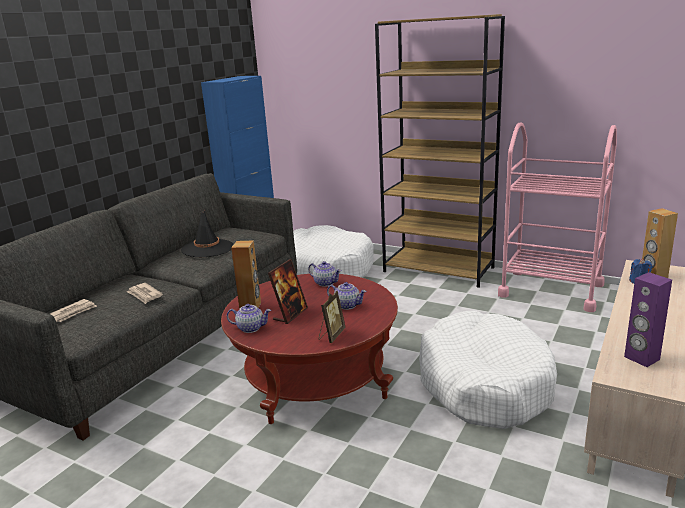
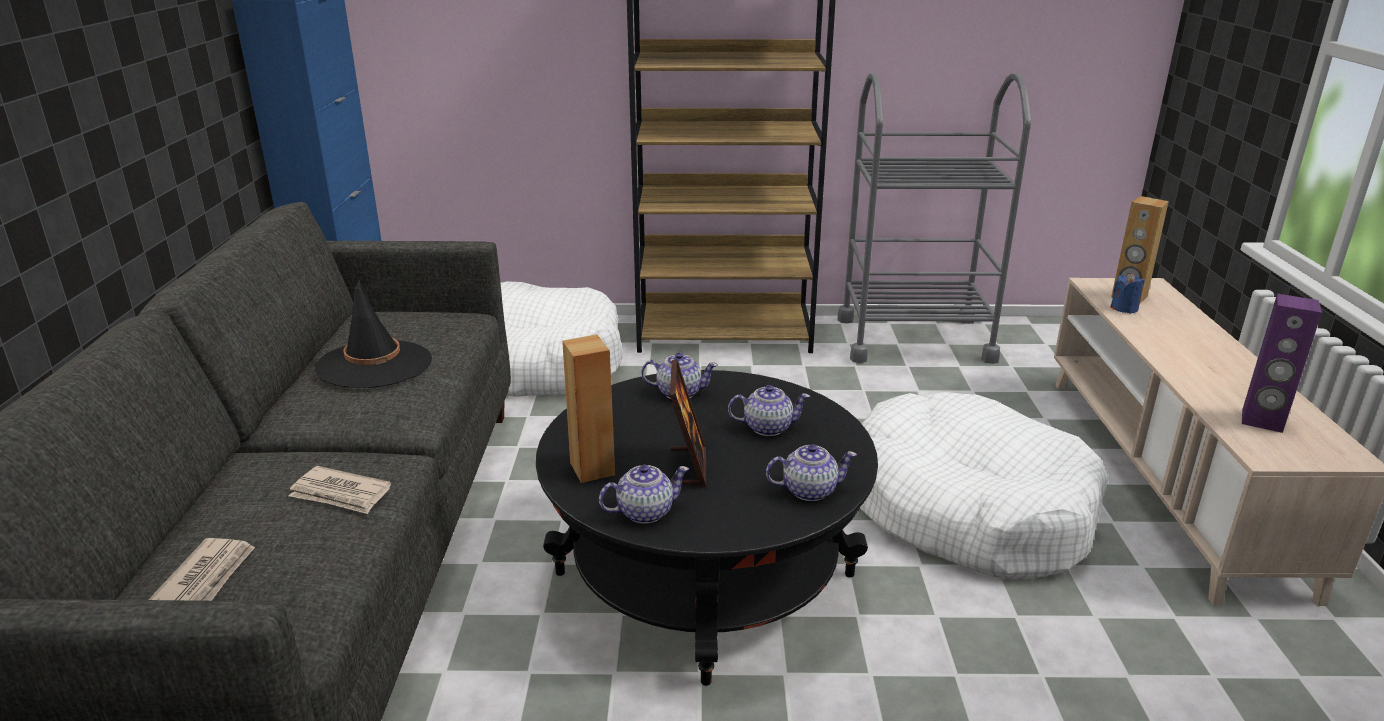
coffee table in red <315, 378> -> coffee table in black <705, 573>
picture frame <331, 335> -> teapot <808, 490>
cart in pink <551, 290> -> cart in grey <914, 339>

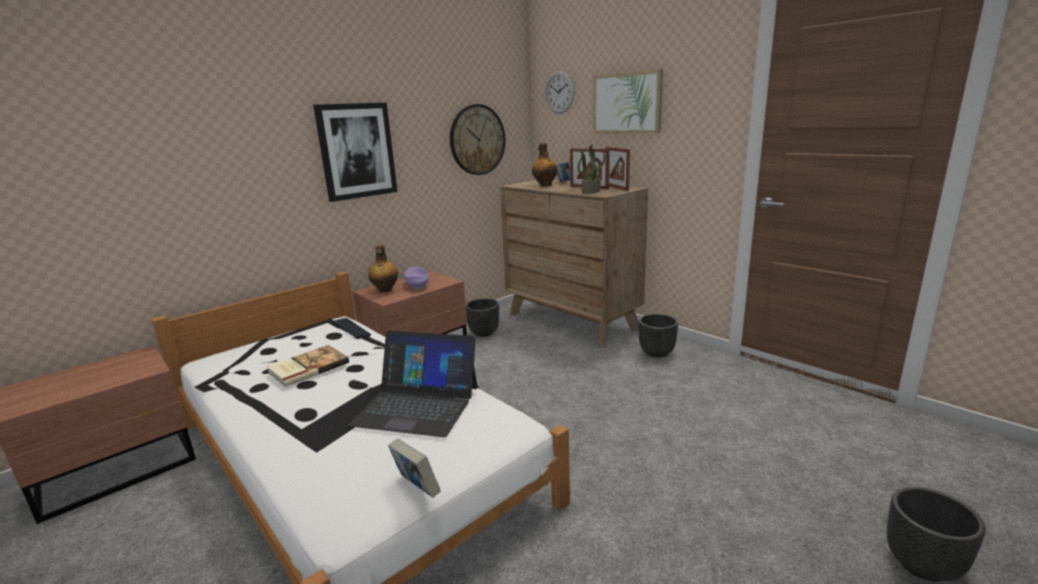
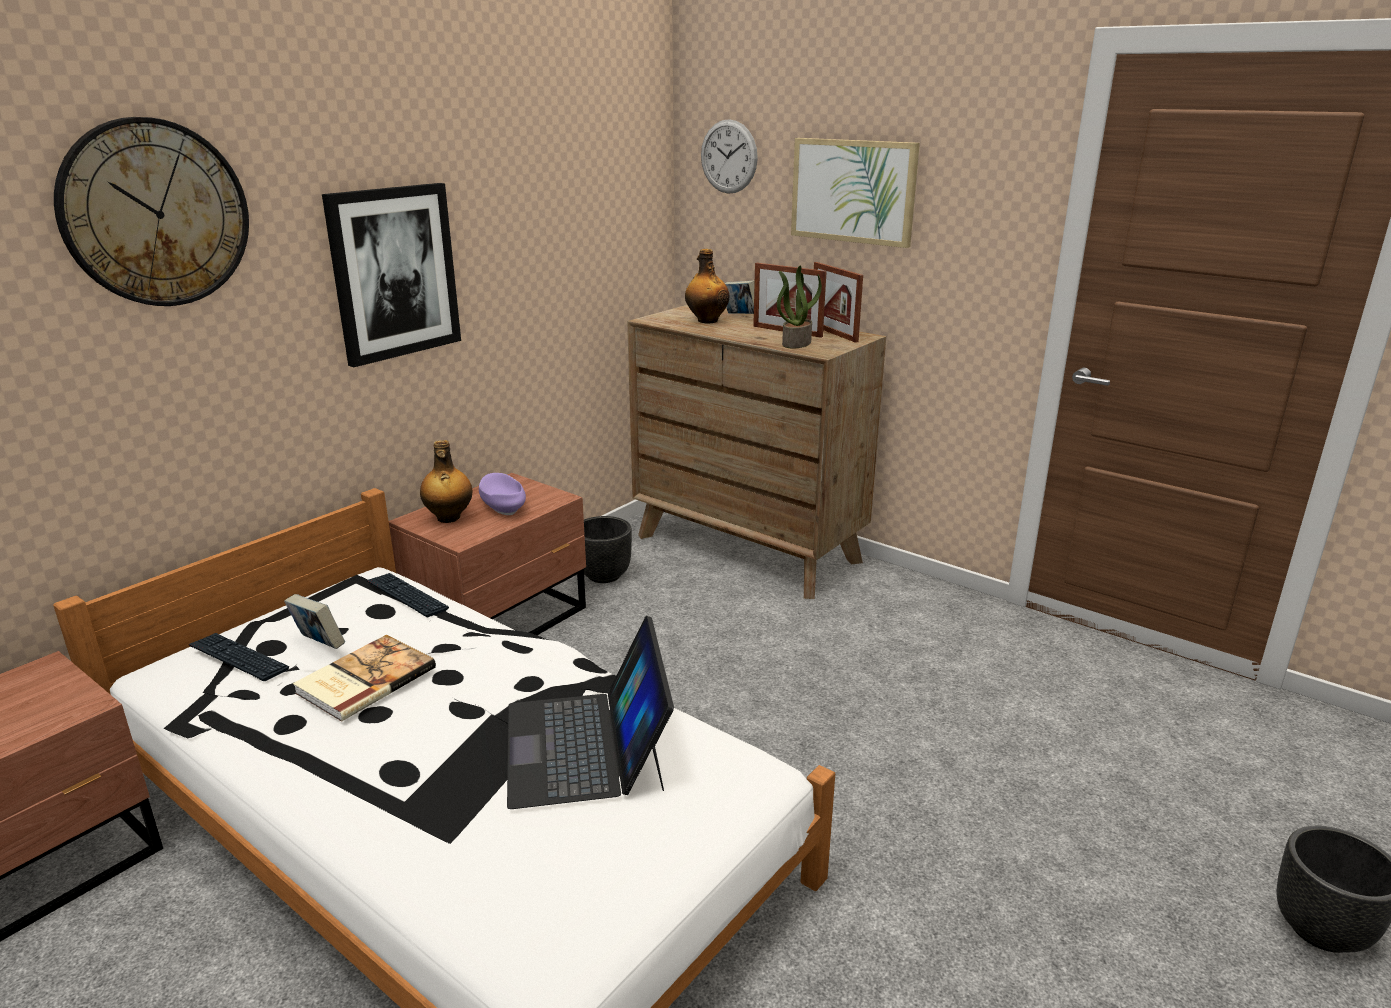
wall clock <477, 140> -> wall clock <156, 213>, move
none -> keyboard <238, 658>
book <416, 488> -> book <319, 645>, move
laptop <417, 405> -> laptop <586, 745>, 75 degrees clockwise
planter in black <657, 352> -> none

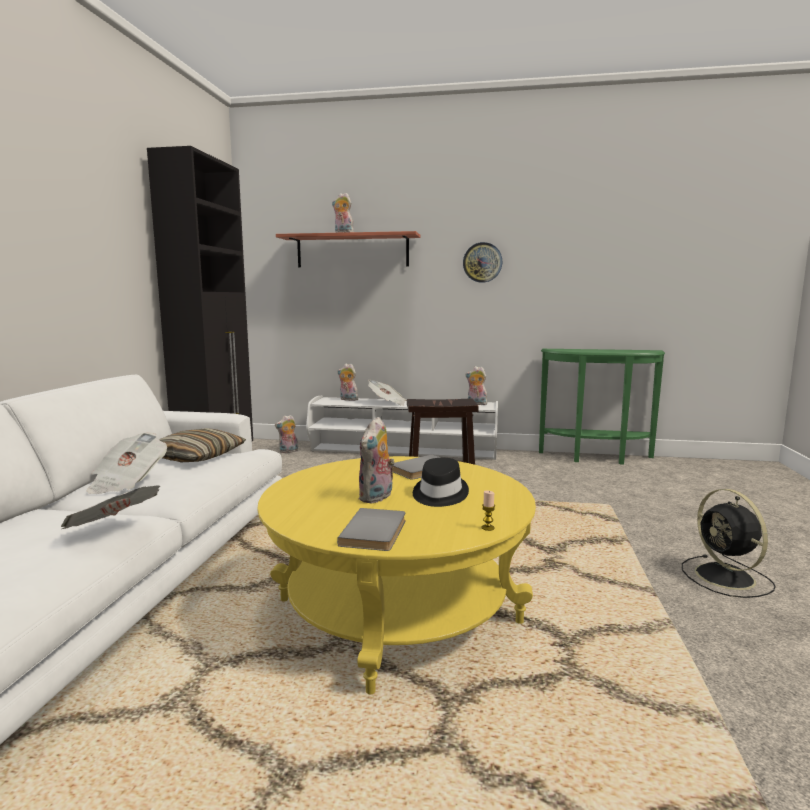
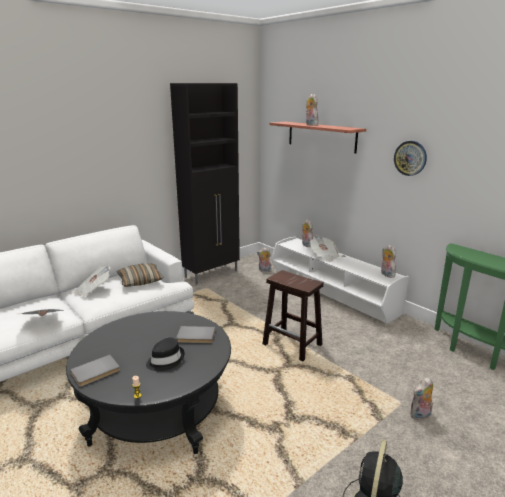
coffee table in yellow <397, 611> -> coffee table in black <157, 410>
plush toy <377, 497> -> plush toy <420, 416>, move

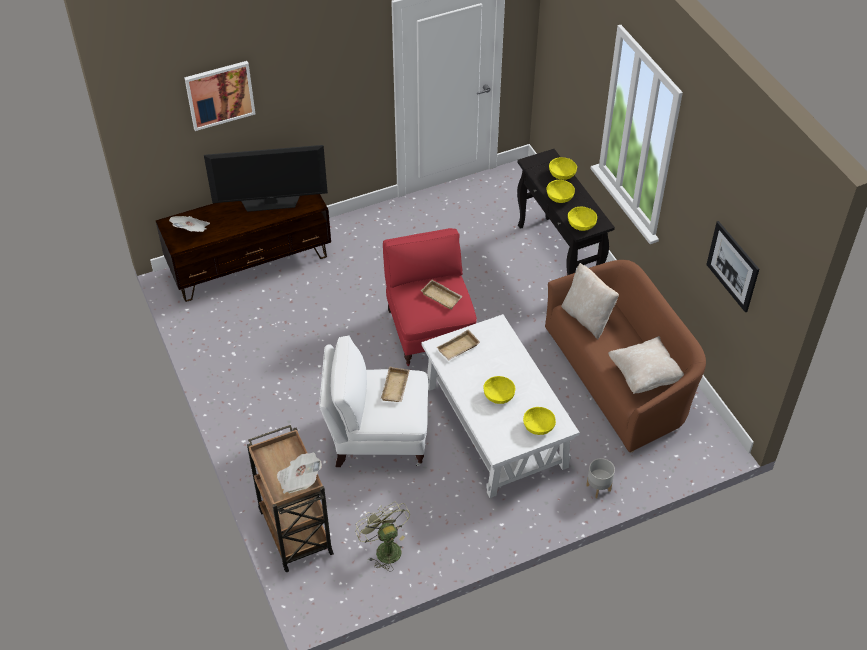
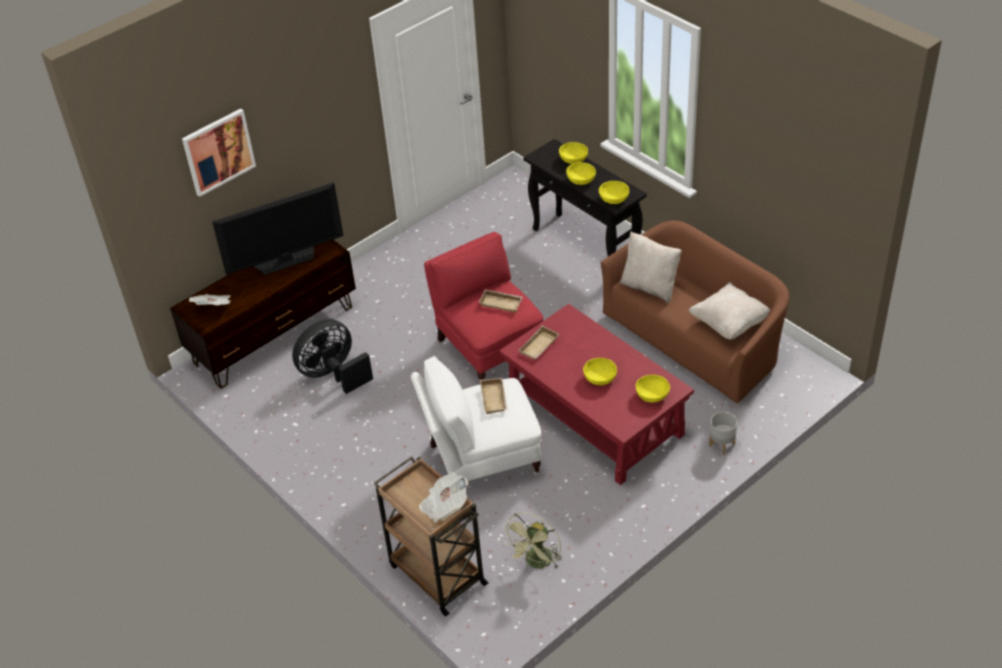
none -> fan in black <333, 374>
coffee table in white <496, 426> -> coffee table in red <596, 417>
fan in green <384, 548> -> fan in green <537, 563>, 105 degrees counterclockwise
picture <733, 266> -> none

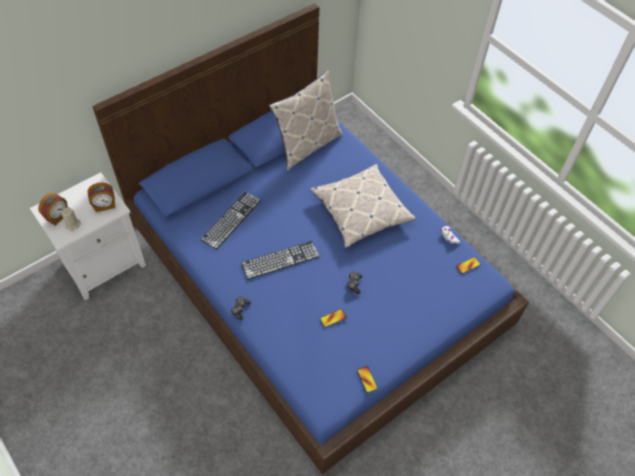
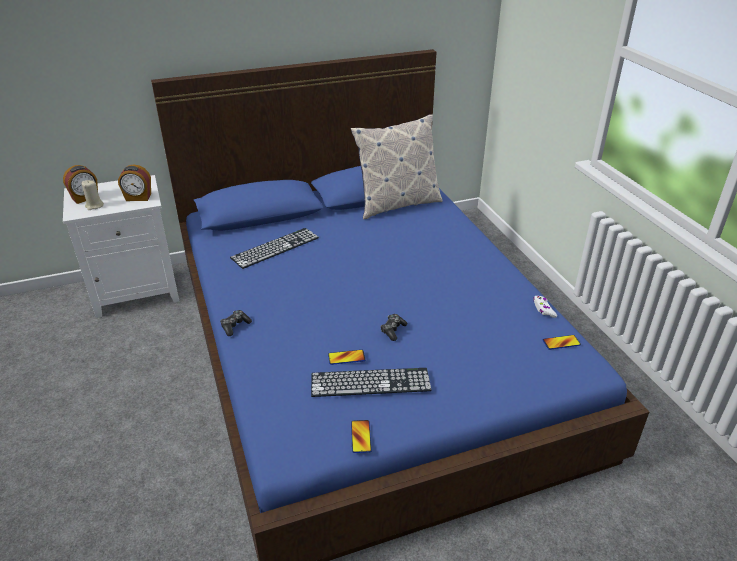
keyboard <280, 260> -> keyboard <370, 382>, move
pillow <361, 210> -> none

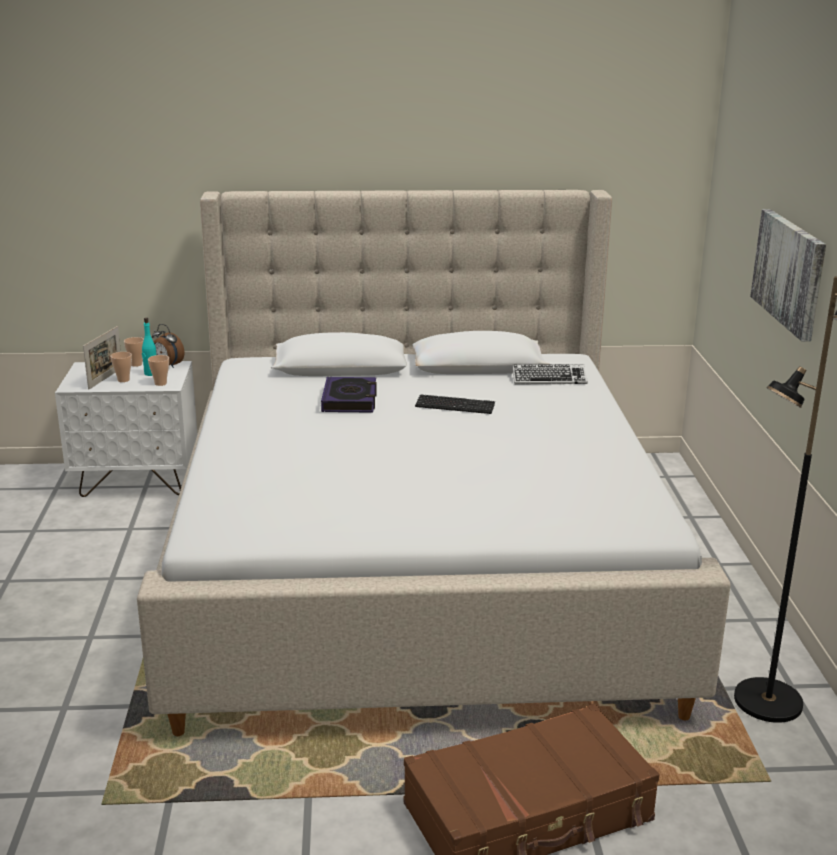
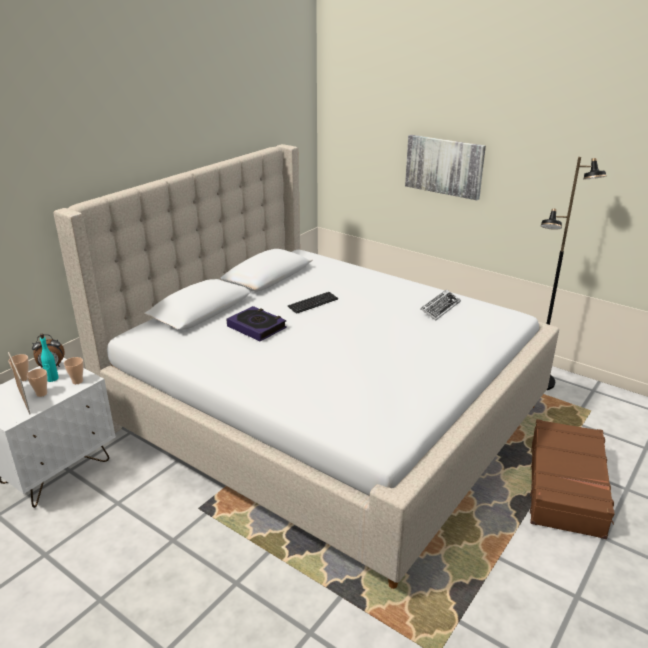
keyboard <549, 379> -> keyboard <440, 308>, move

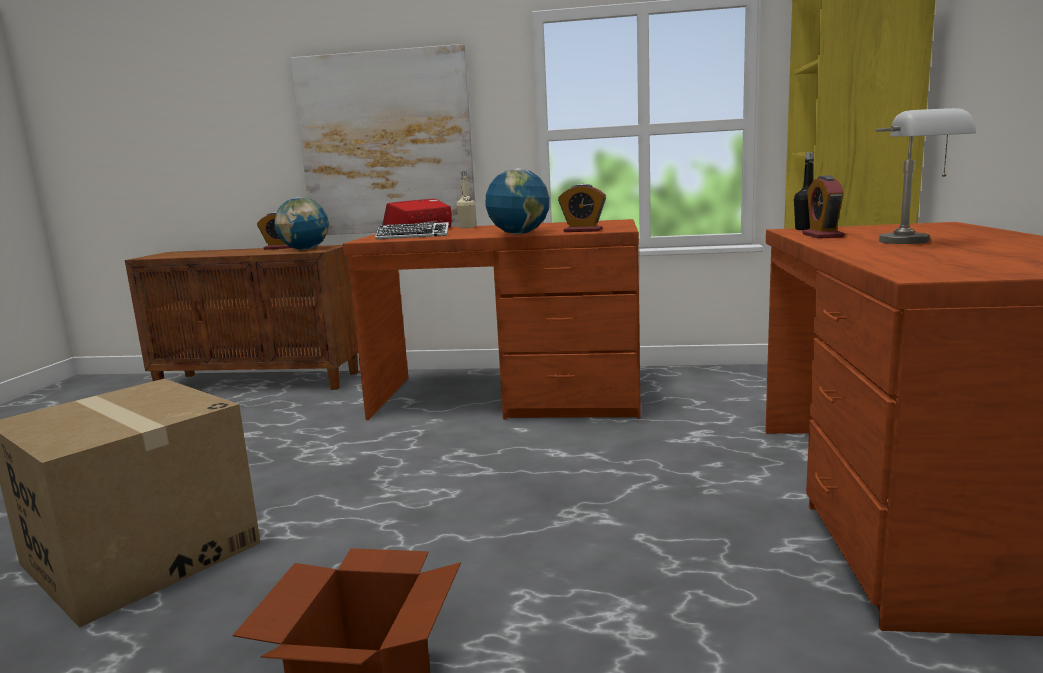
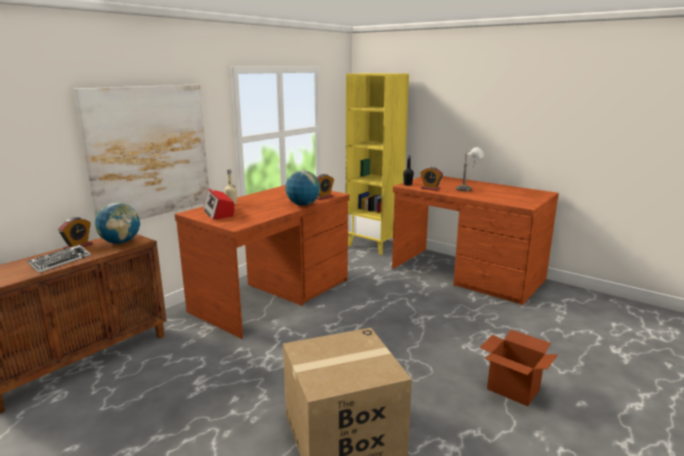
keyboard <413, 236> -> keyboard <60, 262>, move

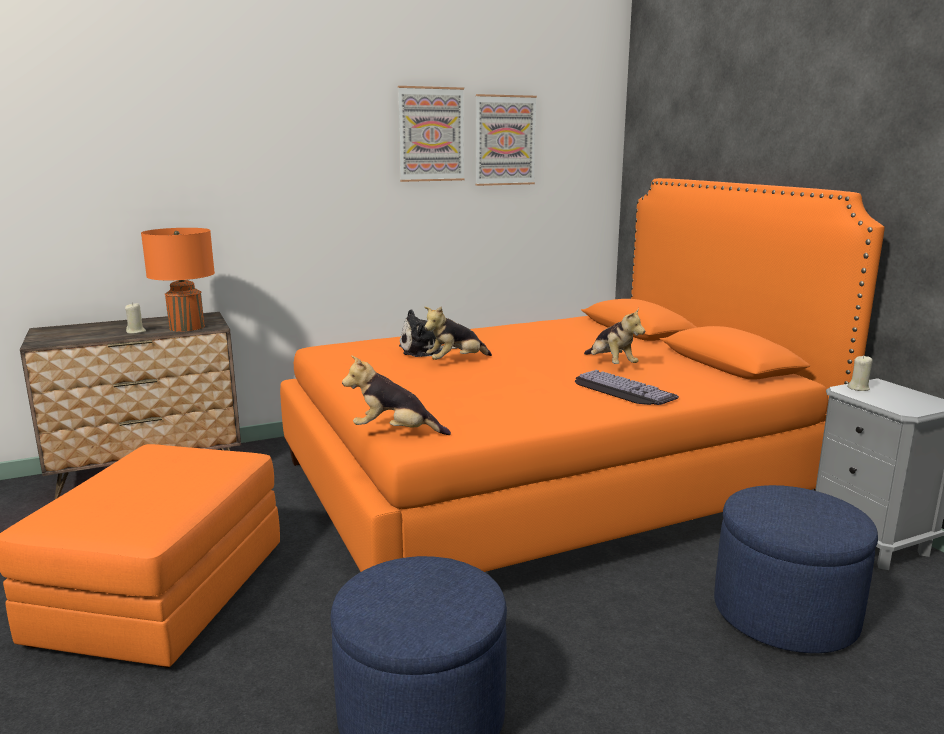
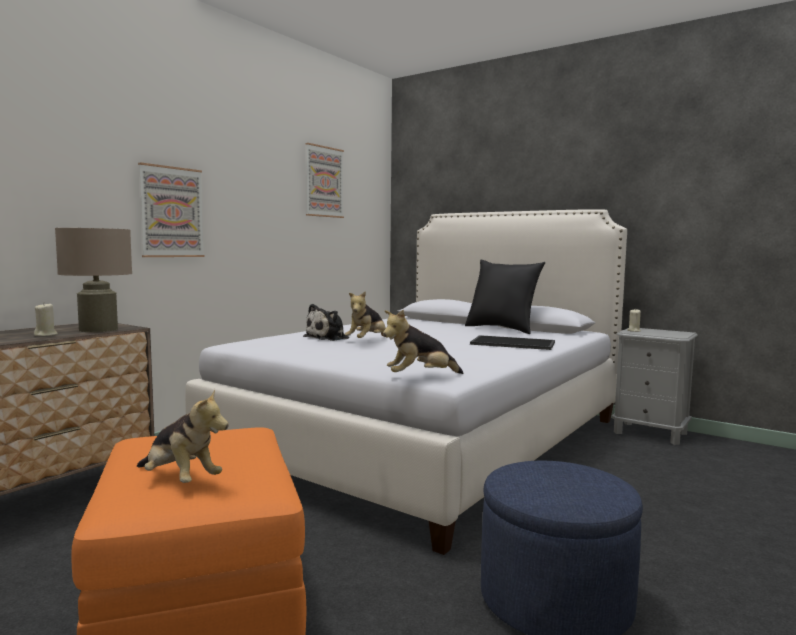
table lamp in orange <187, 327> -> table lamp in beige <98, 329>
plush toy <611, 364> -> plush toy <180, 480>, move
picture <431, 134> -> picture <171, 212>, move
bed in orange <545, 482> -> bed in white <427, 439>
none -> pillow in black <502, 329>
keyboard <619, 389> -> tray <511, 343>
ottoman in blue <784, 613> -> none

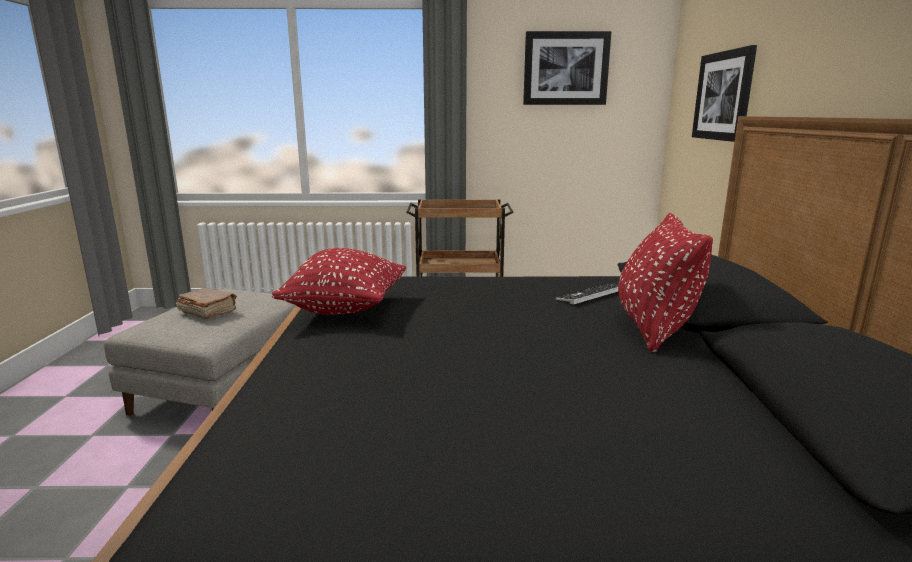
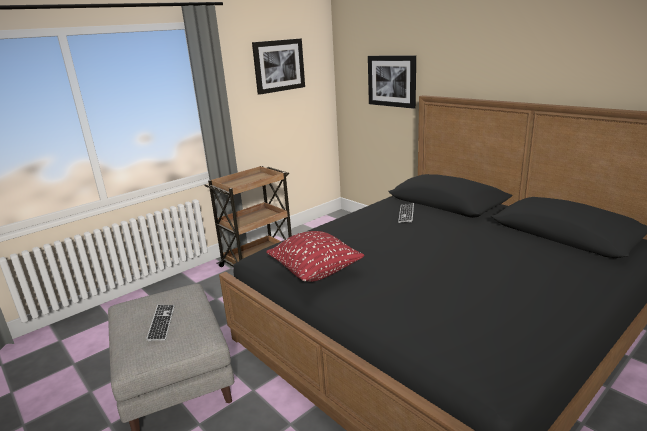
book in brown <207, 312> -> keyboard <161, 323>
pillow in red <653, 329> -> none

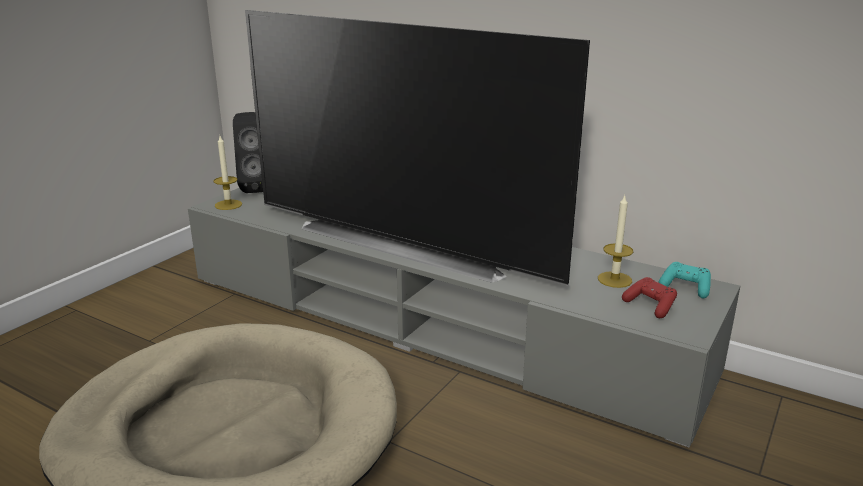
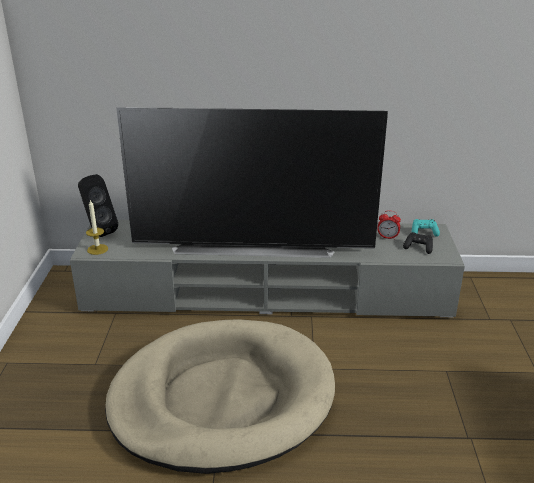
candle <614, 279> -> alarm clock <387, 237>
game controller in red <650, 306> -> game controller in black <418, 248>

